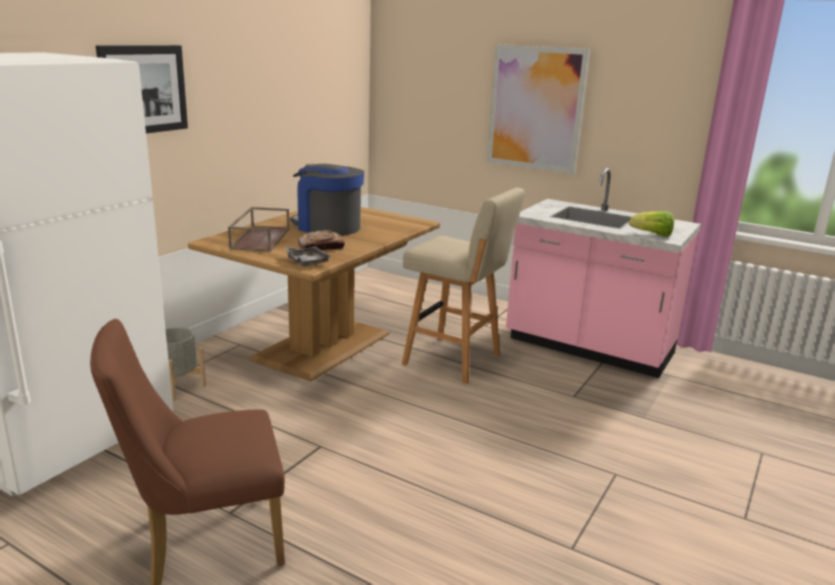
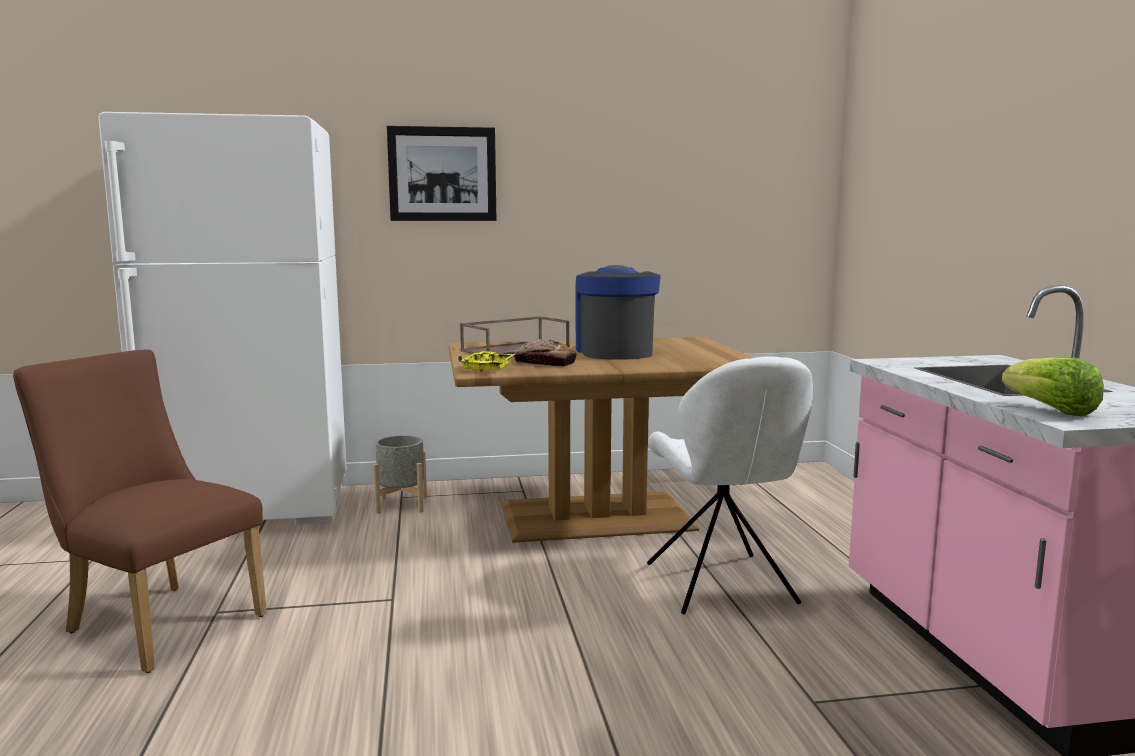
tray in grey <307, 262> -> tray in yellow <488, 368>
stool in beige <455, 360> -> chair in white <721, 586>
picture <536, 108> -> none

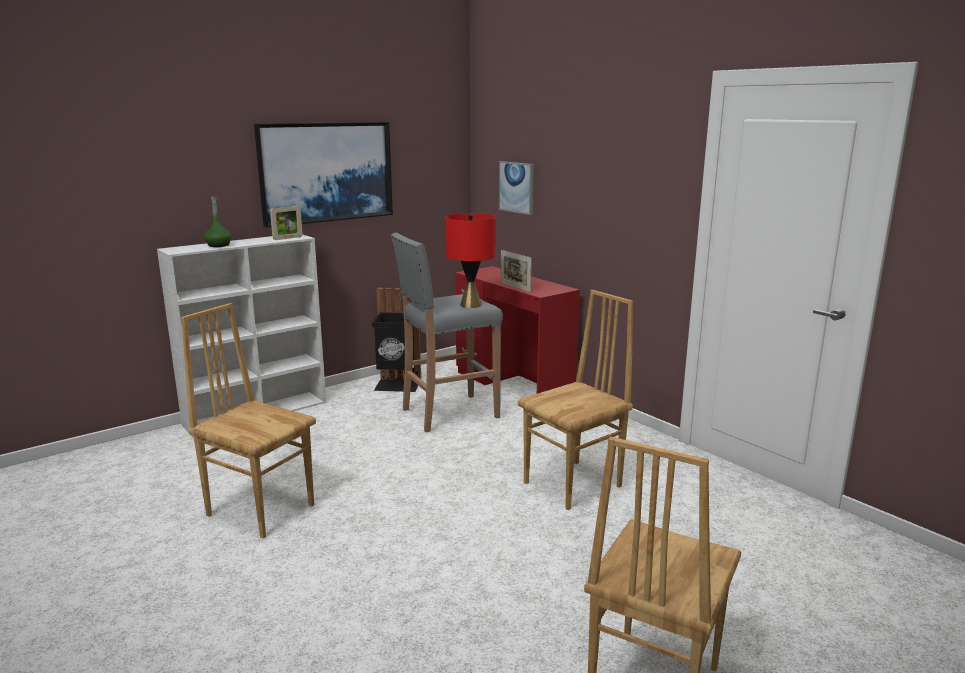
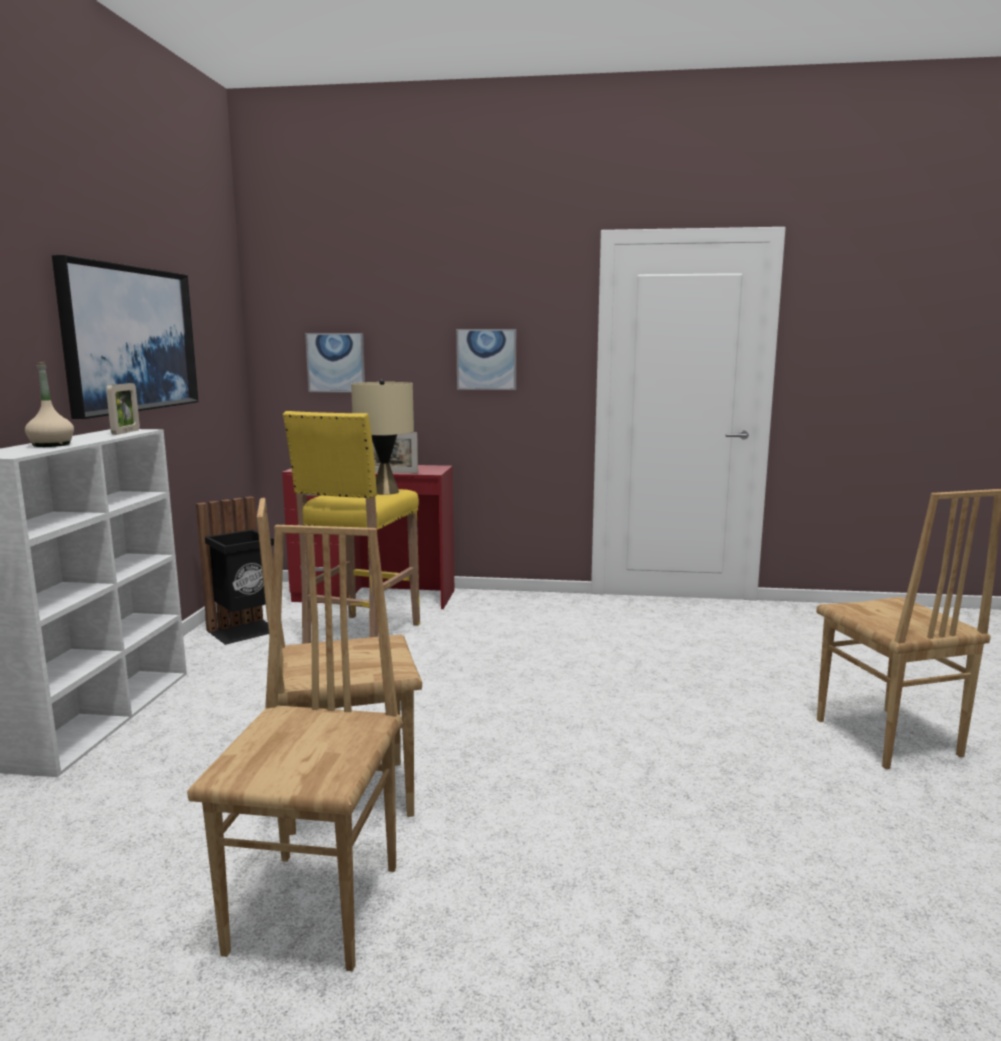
bottle in green <218, 245> -> bottle in beige <51, 445>
chair in brown <574, 485> -> chair in brown <319, 907>, move
stool in grey <448, 413> -> stool in yellow <361, 637>
table lamp in red <471, 305> -> table lamp in beige <385, 492>
none -> picture <486, 359>

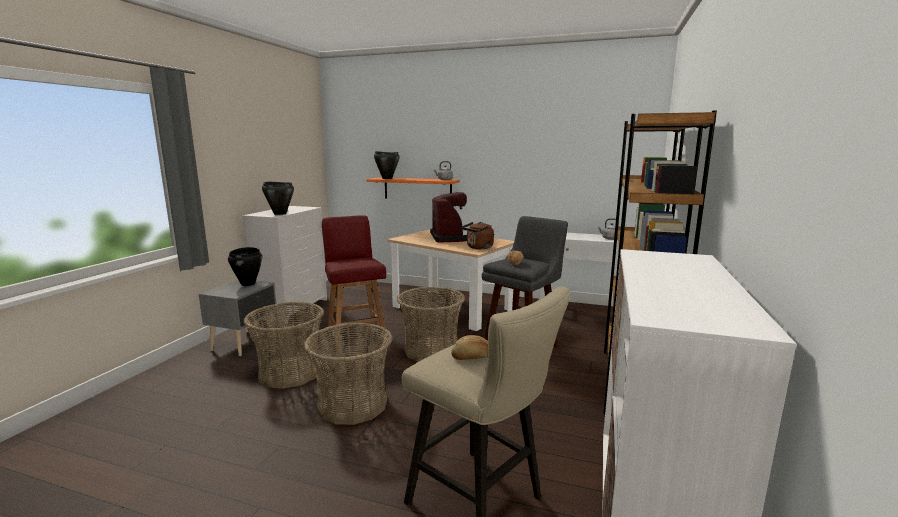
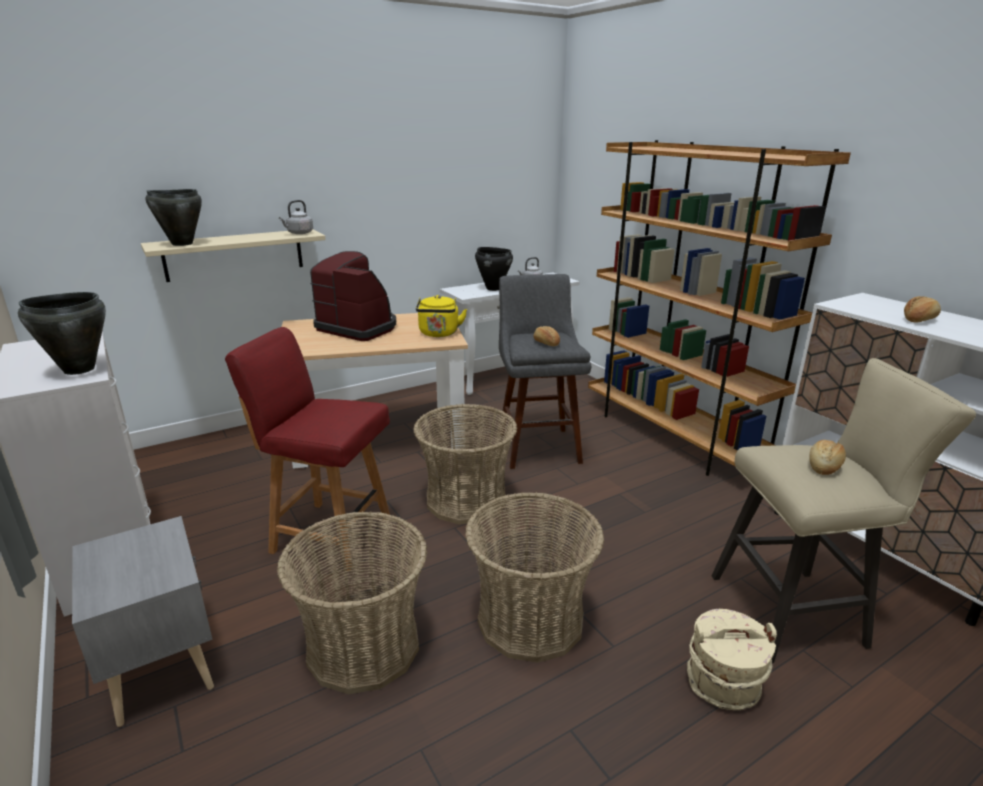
shelf in orange <417, 189> -> shelf in beige <234, 254>
kettle in brown <478, 248> -> kettle in yellow <439, 334>
cooking pot in black <248, 284> -> cooking pot in black <493, 288>, move
none -> bucket in beige <723, 685>
none -> bread <918, 320>

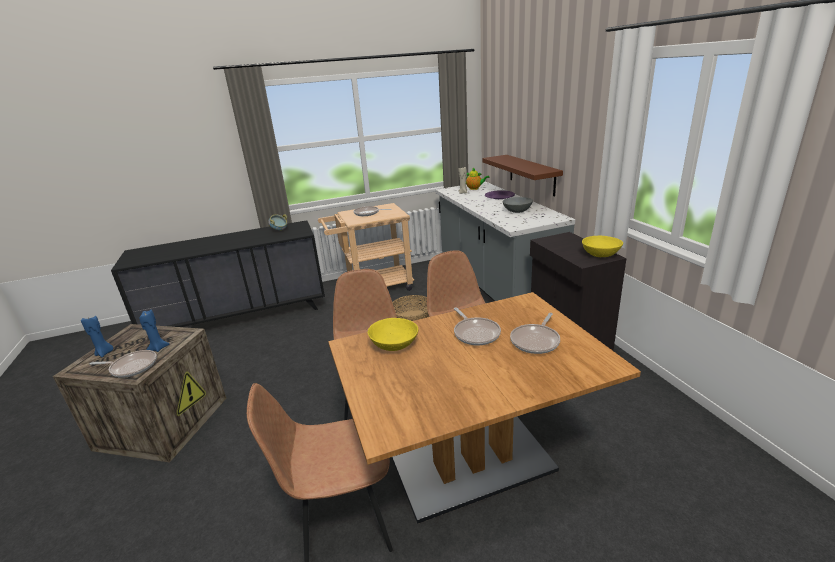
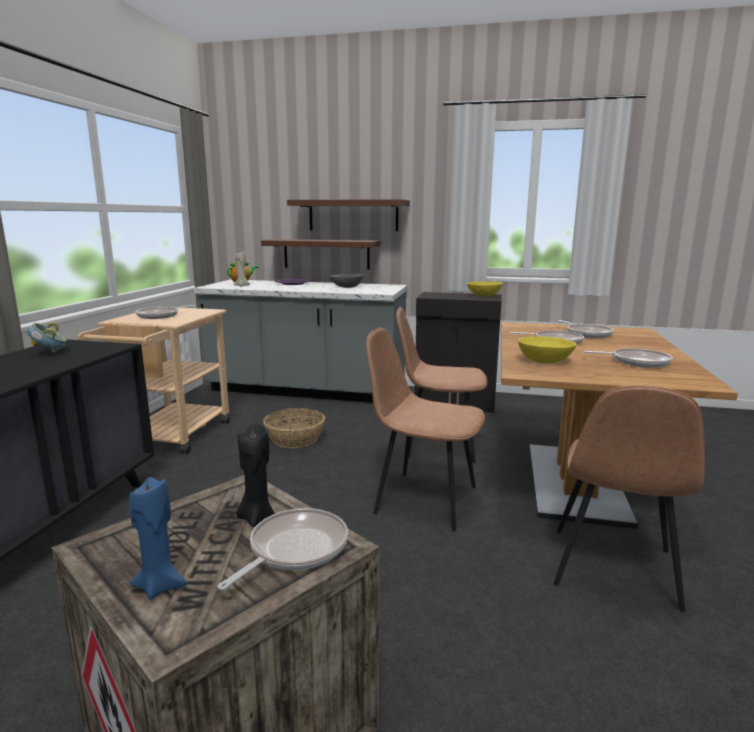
candle in blue <158, 348> -> candle in black <256, 517>
none -> shelf in brown <353, 215>
none -> frying pan <637, 362>

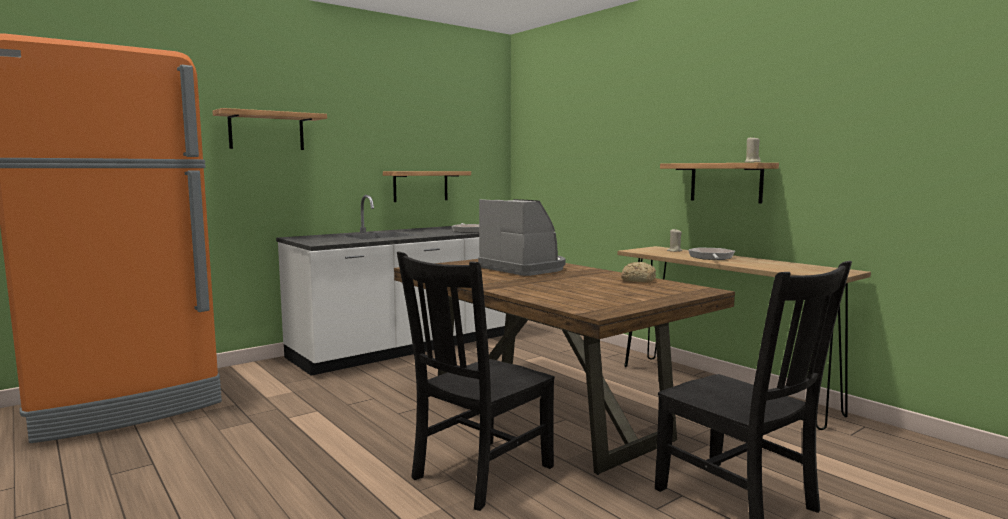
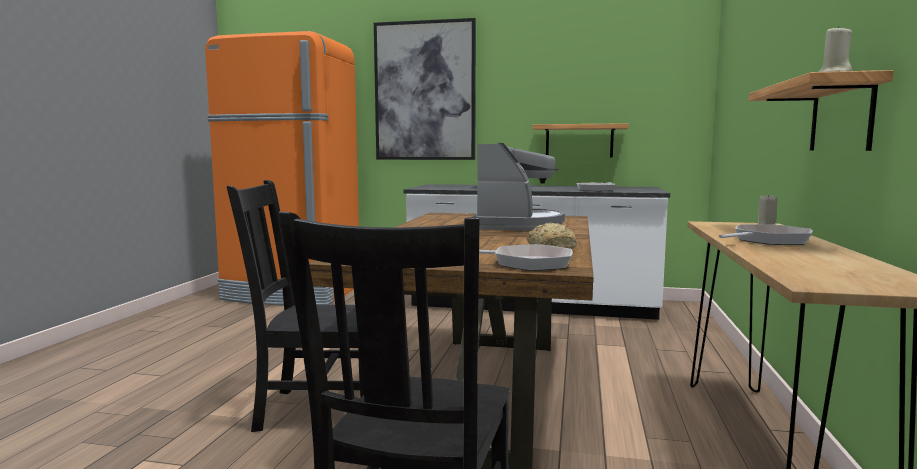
shelf <266, 131> -> picture <425, 91>
none -> frying pan <526, 263>

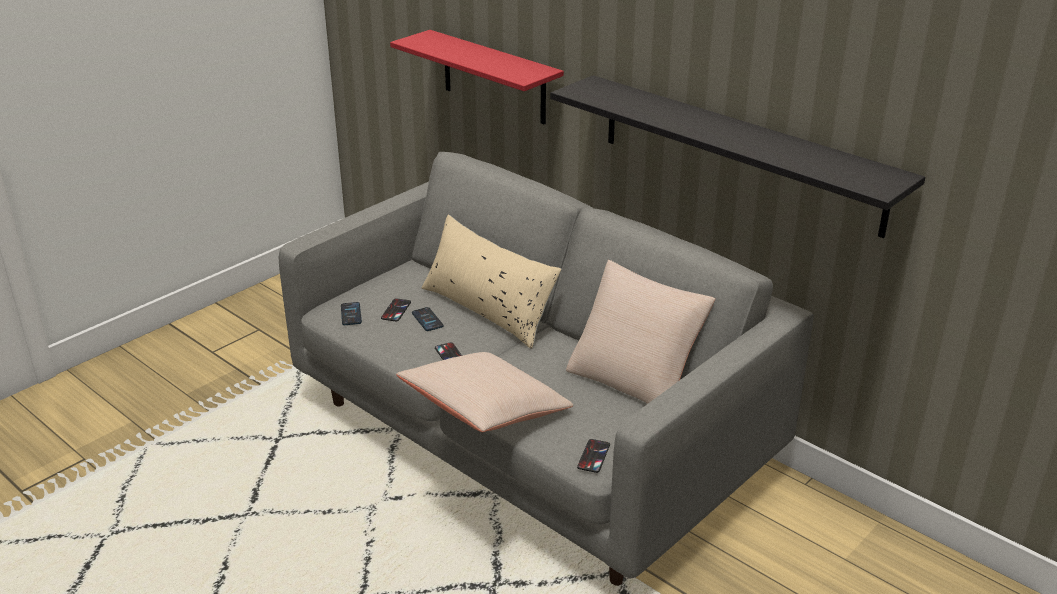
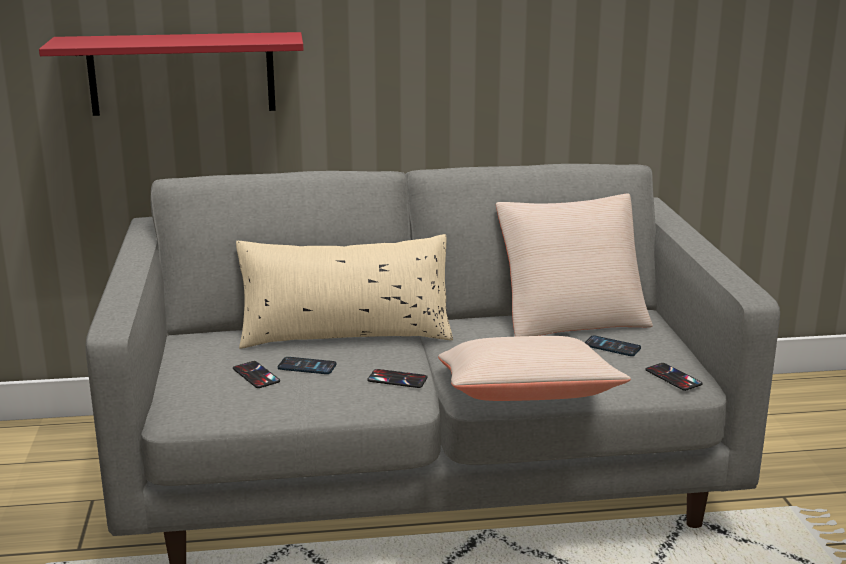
phone <351, 314> -> phone <612, 347>, move
shelf in black <738, 153> -> none

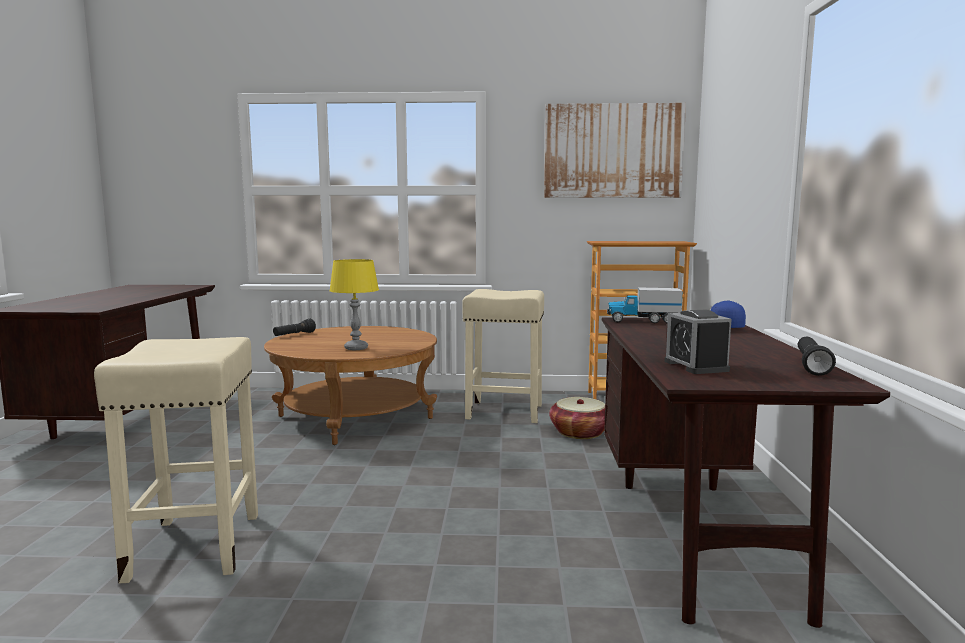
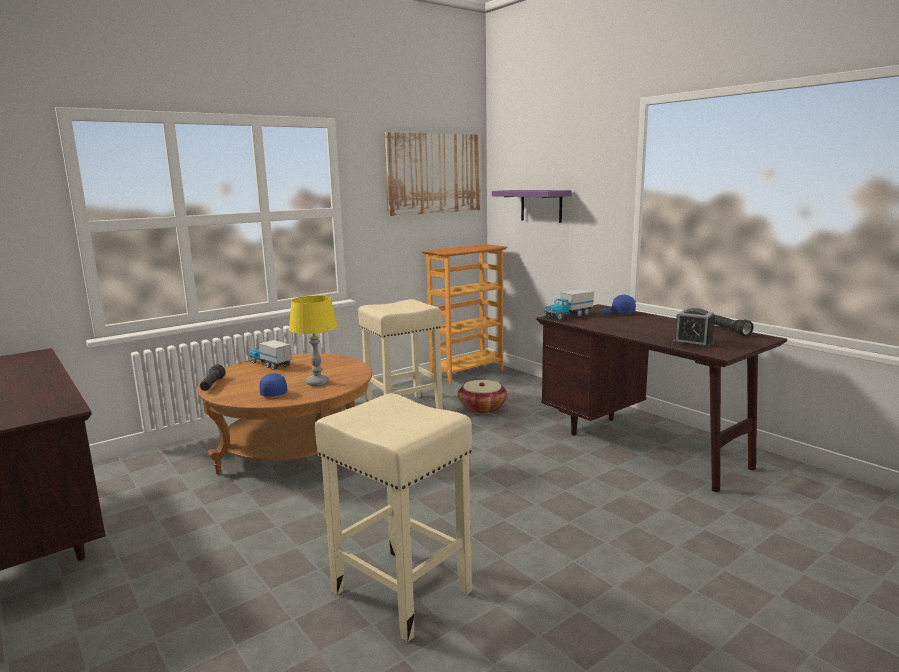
none -> toy truck <270, 364>
none -> cap in blue <273, 392>
none -> shelf in purple <541, 205>

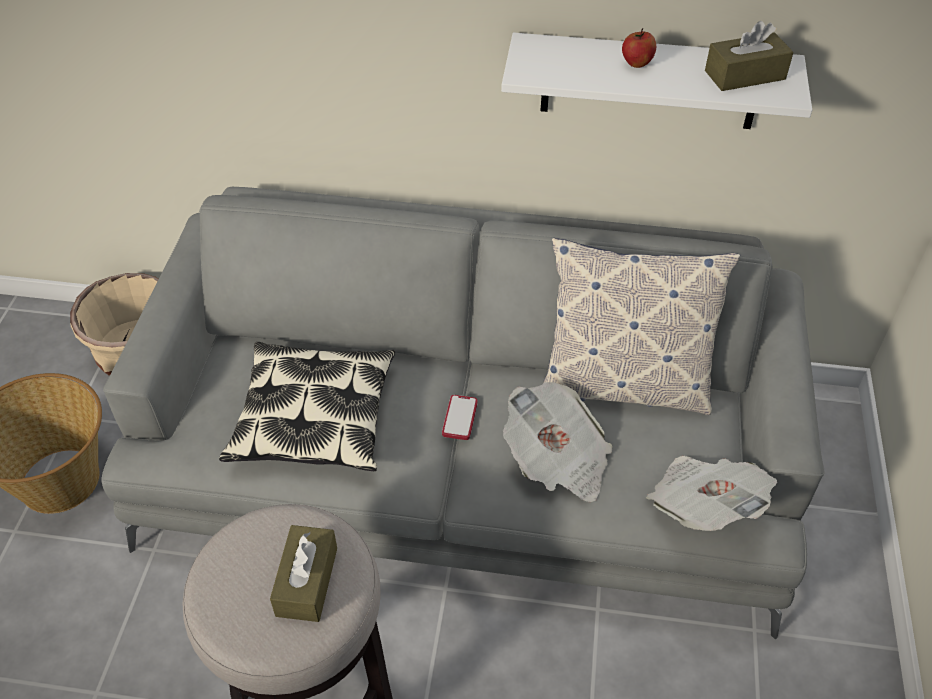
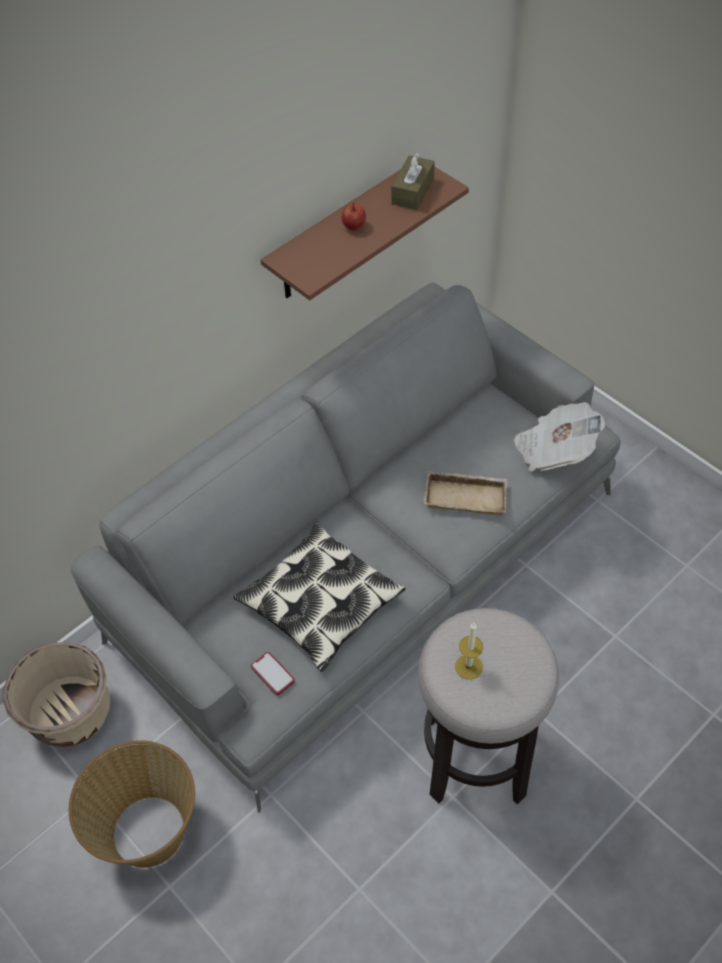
phone <460, 418> -> phone <272, 674>, move
shelf in white <650, 82> -> shelf in brown <344, 232>
newspaper <557, 460> -> tray in beige <466, 496>
none -> candle <468, 666>
tissue box in brown <307, 581> -> none
pillow <623, 384> -> none

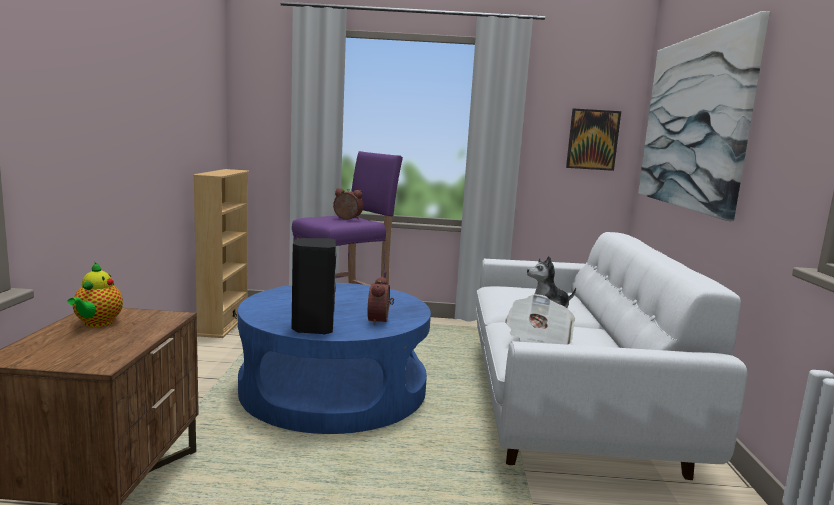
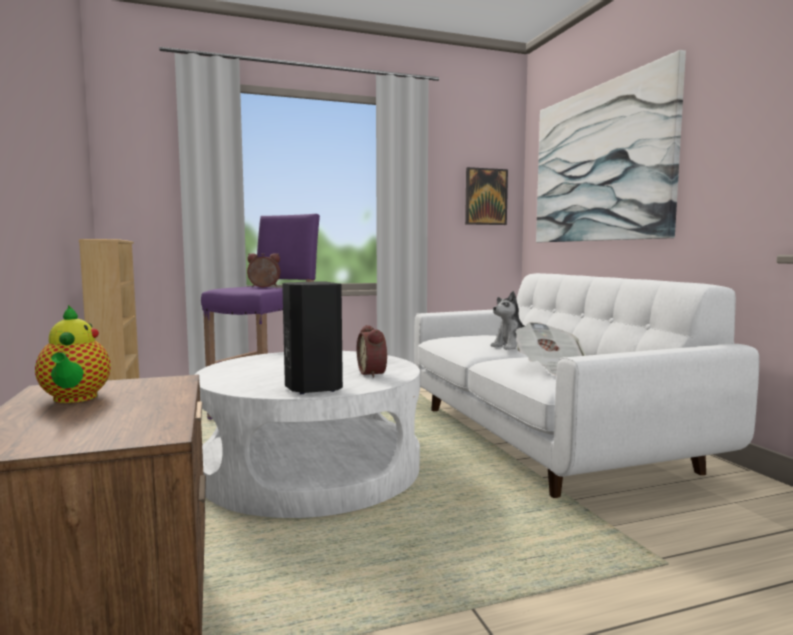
coffee table in blue <334, 388> -> coffee table in white <311, 467>

